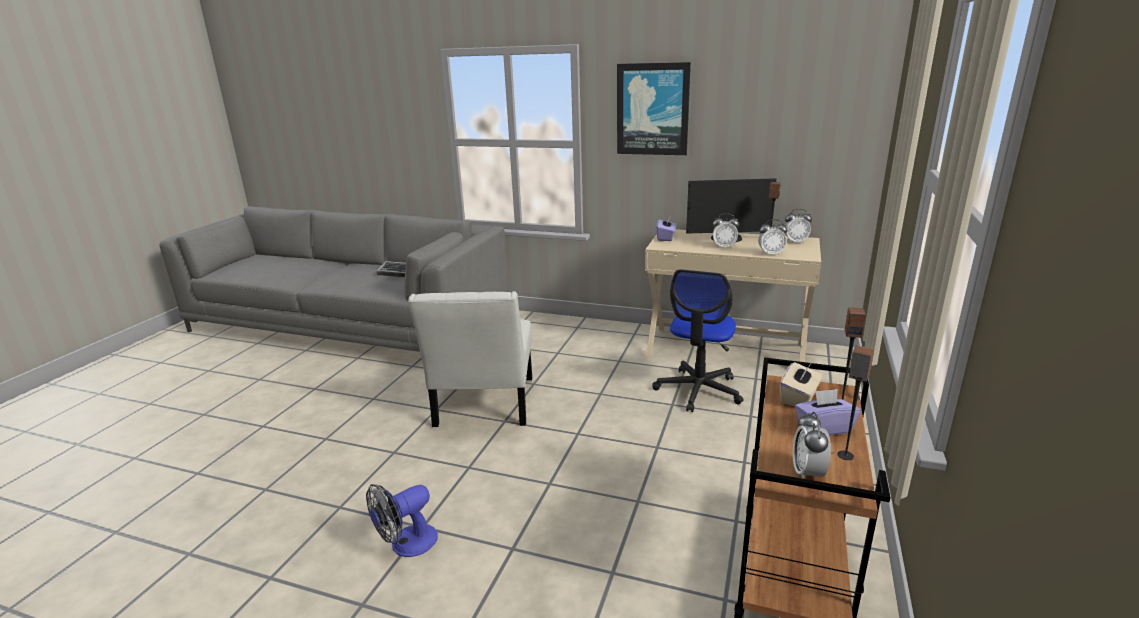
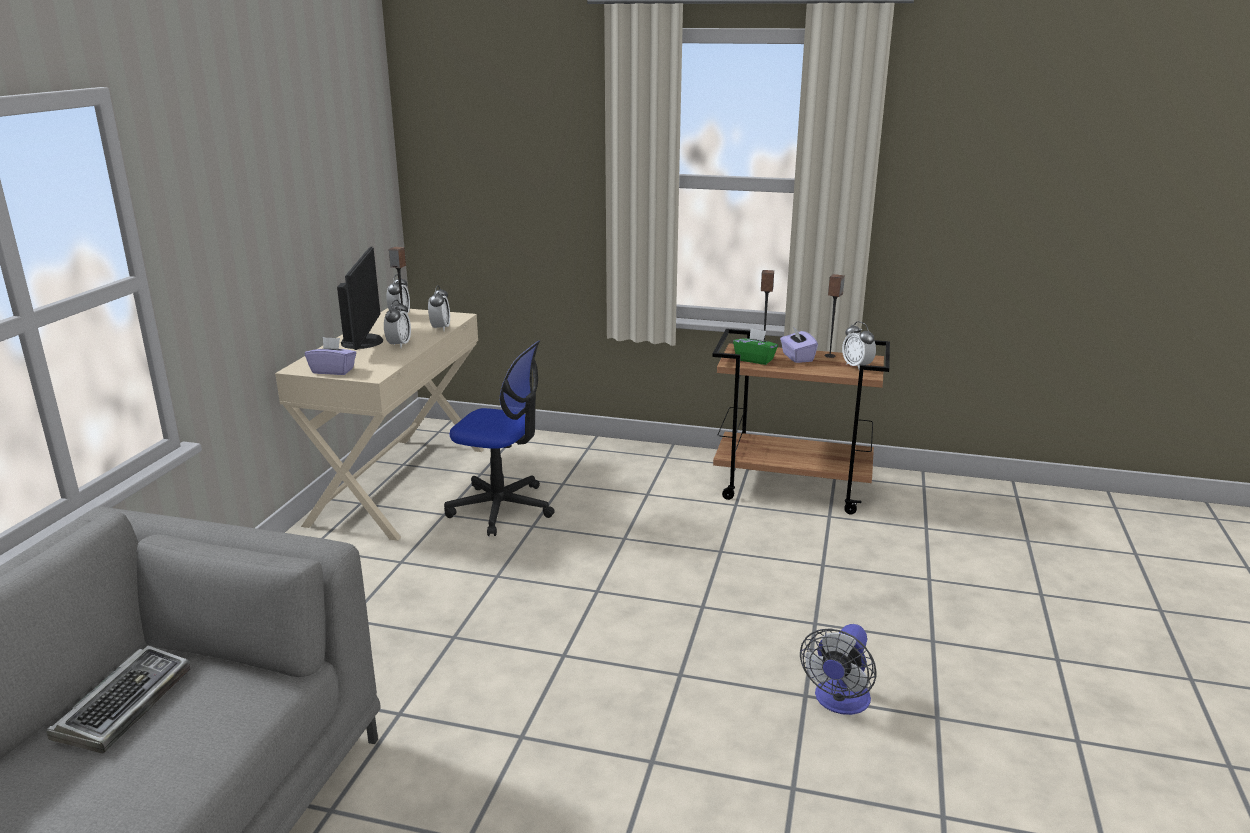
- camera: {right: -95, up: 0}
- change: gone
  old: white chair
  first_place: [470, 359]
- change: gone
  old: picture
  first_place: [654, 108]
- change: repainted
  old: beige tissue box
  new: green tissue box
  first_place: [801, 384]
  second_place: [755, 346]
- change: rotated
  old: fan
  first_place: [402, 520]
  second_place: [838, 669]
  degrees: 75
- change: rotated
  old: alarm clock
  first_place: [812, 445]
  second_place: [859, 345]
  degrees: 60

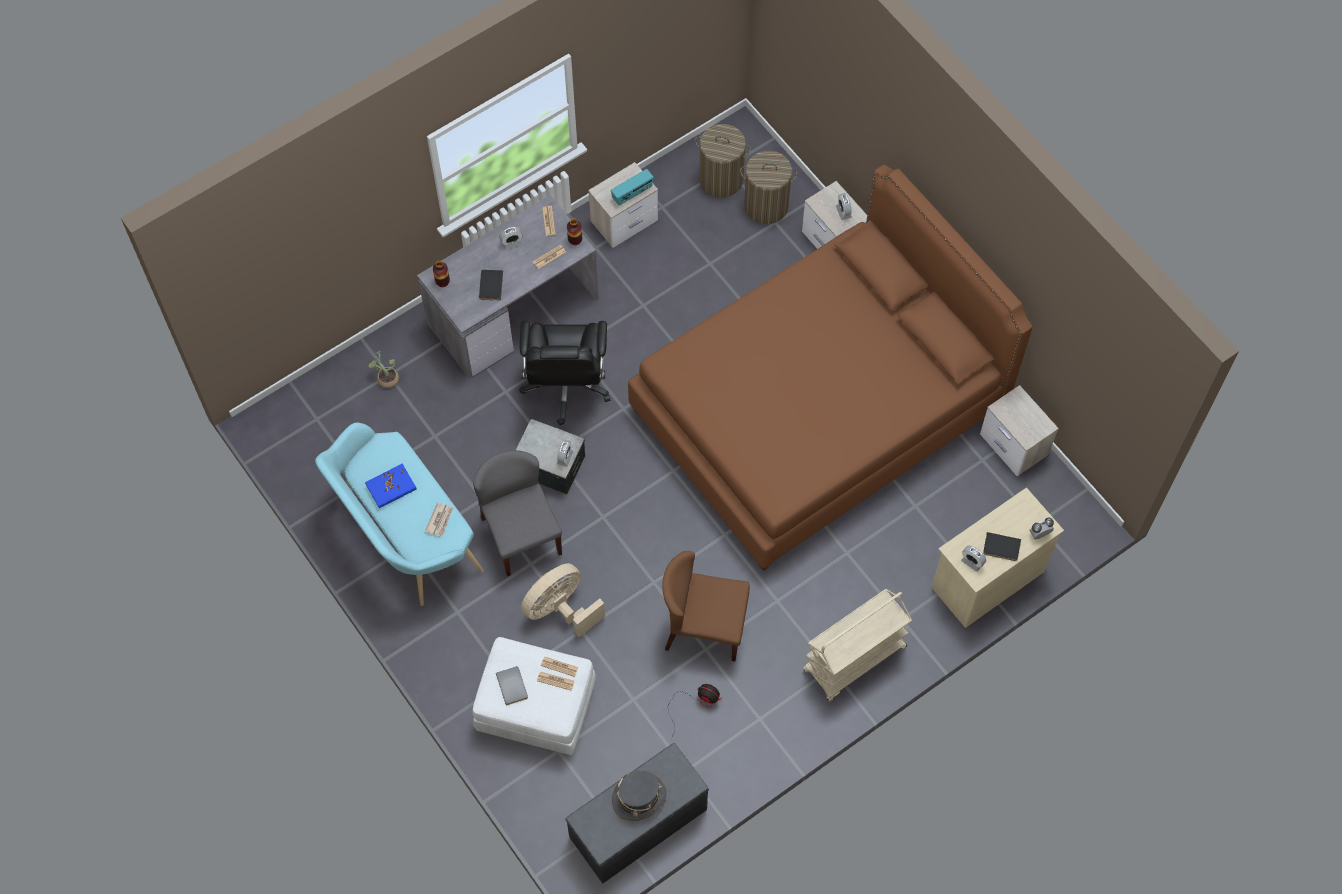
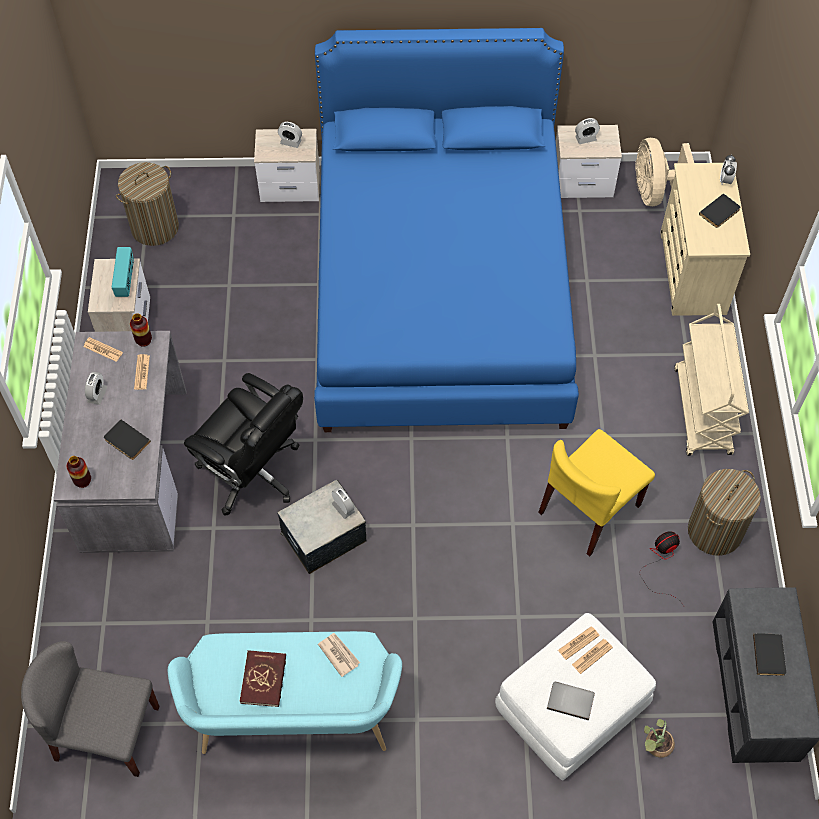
- camera: {right: -55, up: -5}
- change: shifted
  old: potted plant
  first_place: [383, 369]
  second_place: [659, 738]
- change: shifted
  old: grey chair
  first_place: [517, 513]
  second_place: [90, 709]
- change: shifted
  old: beige fan
  first_place: [563, 600]
  second_place: [664, 172]
- change: shifted
  old: laundry basket
  first_place: [768, 187]
  second_place: [724, 512]
- change: shifted
  old: alarm clock
  first_place: [973, 559]
  second_place: [587, 131]
- change: swapped
  old: grey hat
  new: black book
  first_place: [639, 795]
  second_place: [769, 654]
- change: repainted
  old: blue book
  new: red book
  first_place: [391, 485]
  second_place: [263, 678]
- change: repainted
  old: brown bed
  new: blue bed
  first_place: [830, 367]
  second_place: [446, 230]
- change: repainted
  old: brown chair
  new: yellow chair
  first_place: [706, 606]
  second_place: [596, 493]

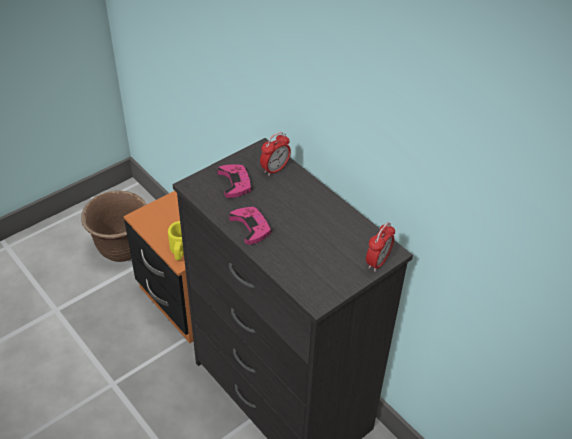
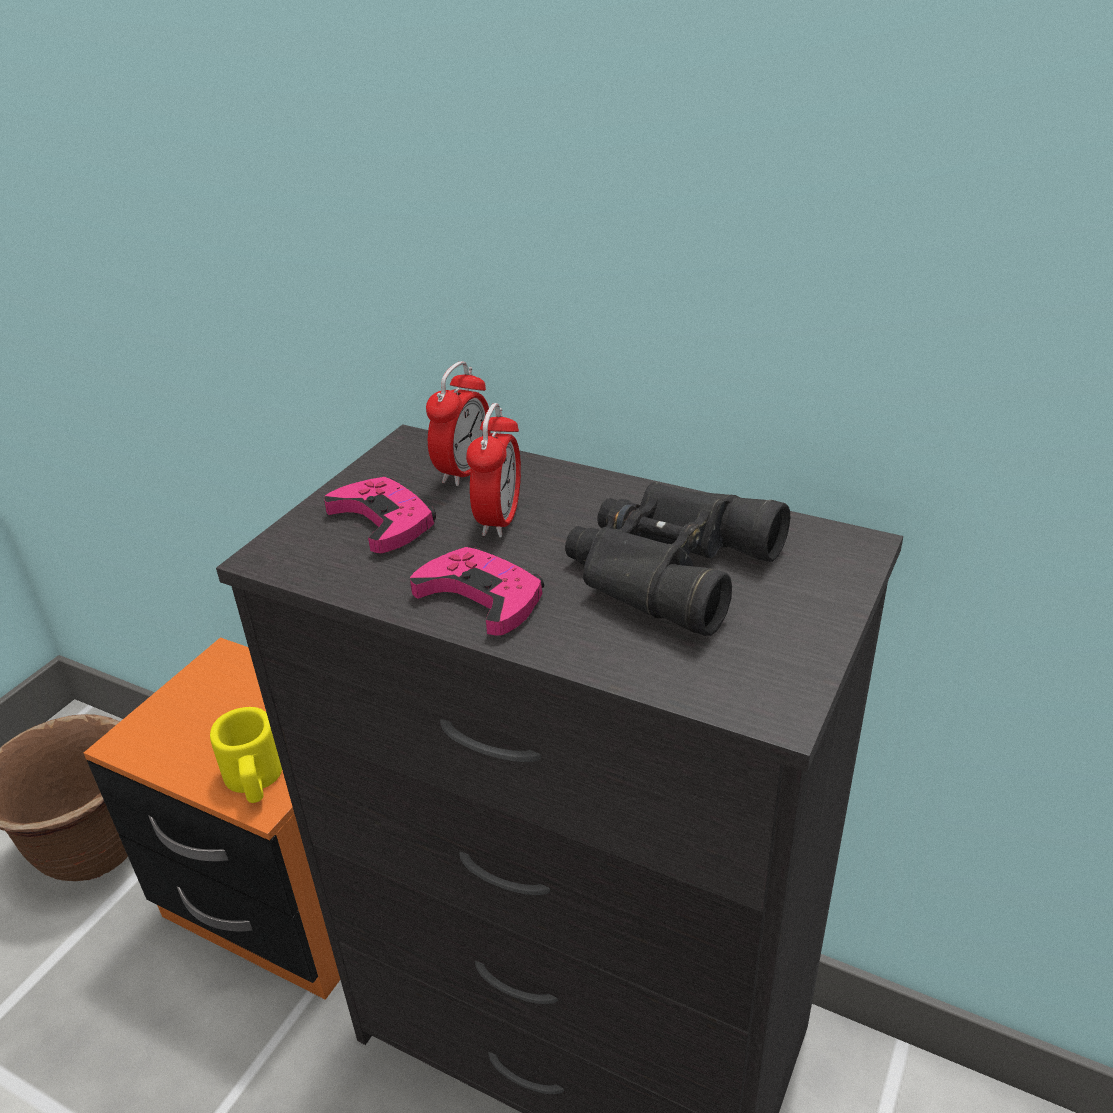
- camera: {right: -20, up: -10}
- change: new
  new: black binoculars
  second_place: [677, 559]
- change: shifted
  old: alarm clock
  first_place: [380, 247]
  second_place: [493, 470]

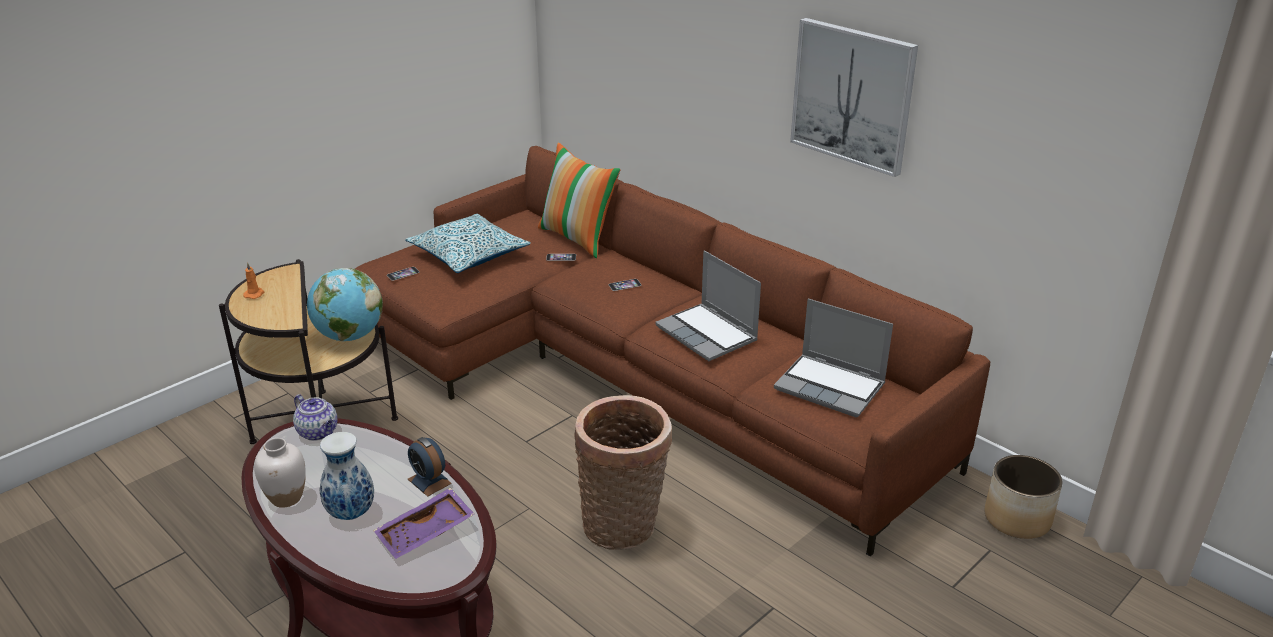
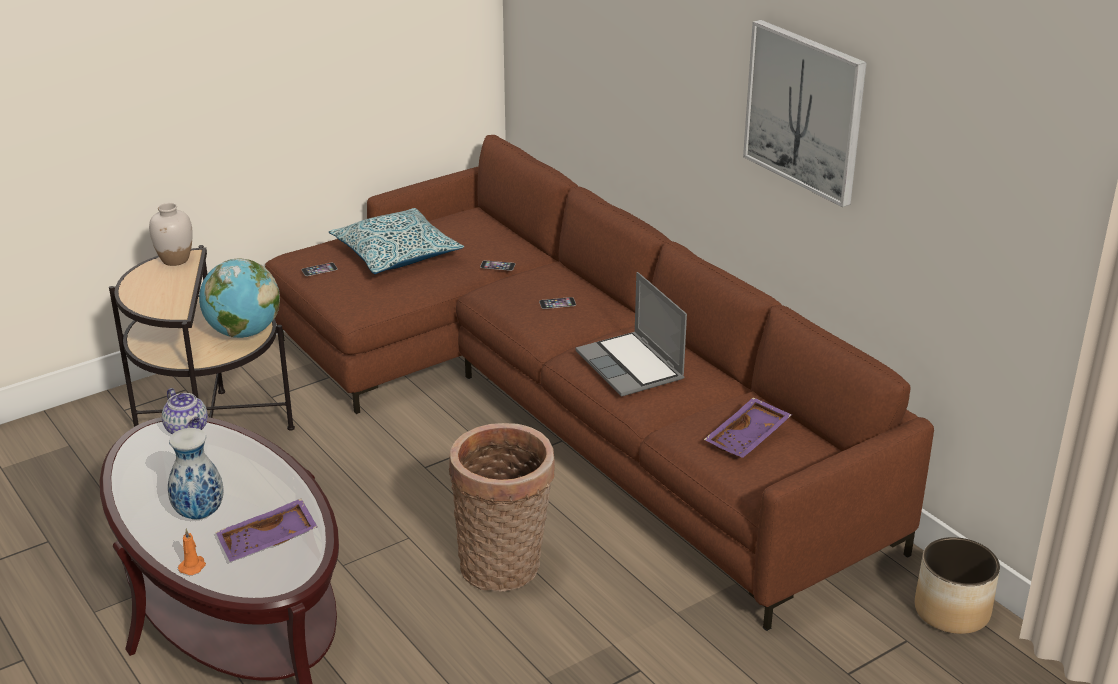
- camera: {right: 10, up: 0}
- change: gone
  old: alarm clock
  first_place: [430, 467]
- change: gone
  old: pillow
  first_place: [579, 200]
- change: shifted
  old: orange candle
  first_place: [254, 280]
  second_place: [192, 552]
- change: shifted
  old: white vase
  first_place: [280, 473]
  second_place: [171, 234]
- change: swapped
  old: laptop
  new: purple tray
  first_place: [833, 358]
  second_place: [748, 427]

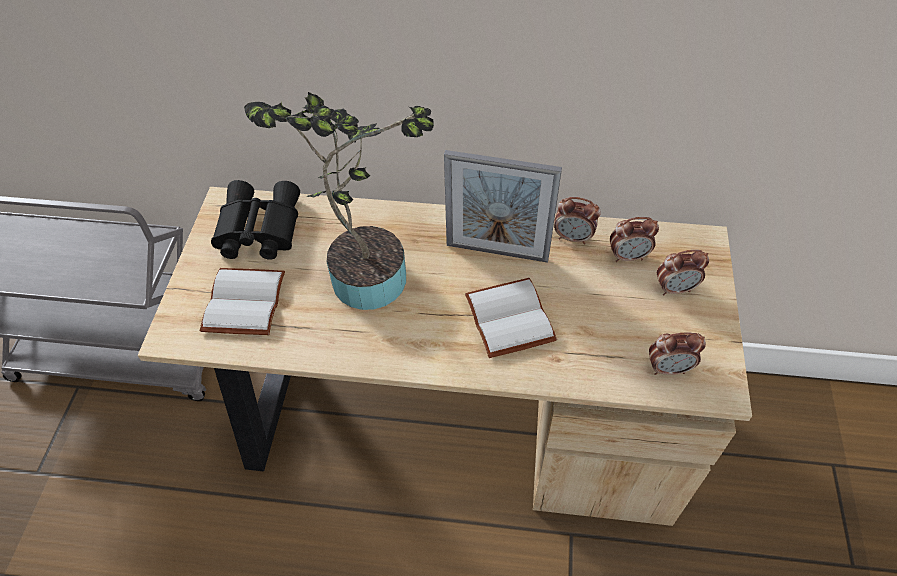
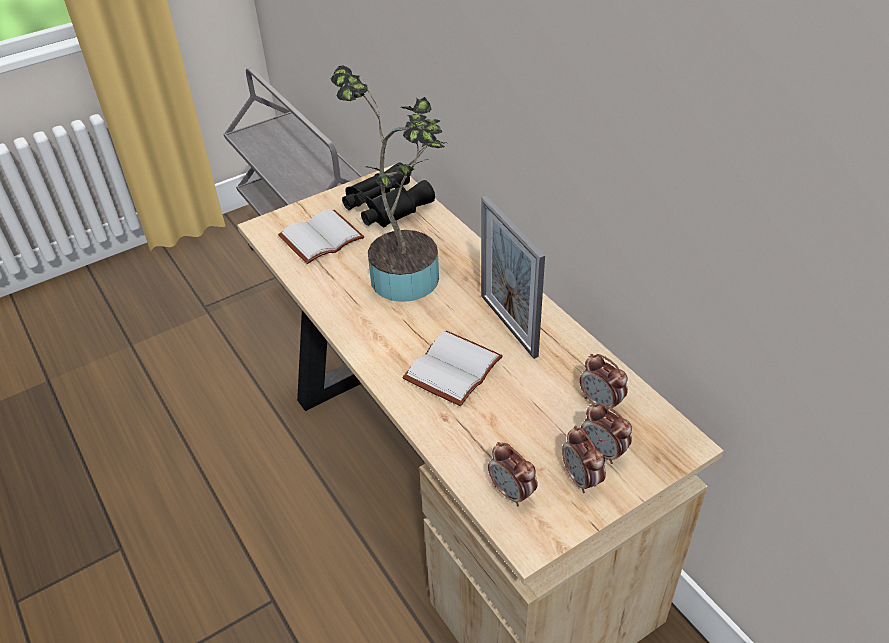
- camera: {right: 50, up: -10}
- change: shifted
  old: alarm clock
  first_place: [577, 220]
  second_place: [584, 459]

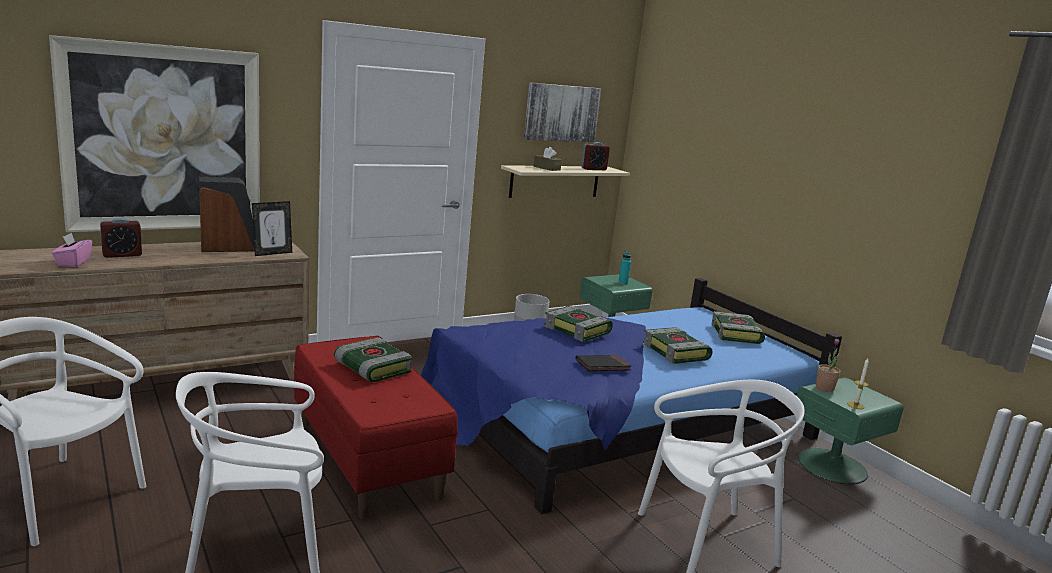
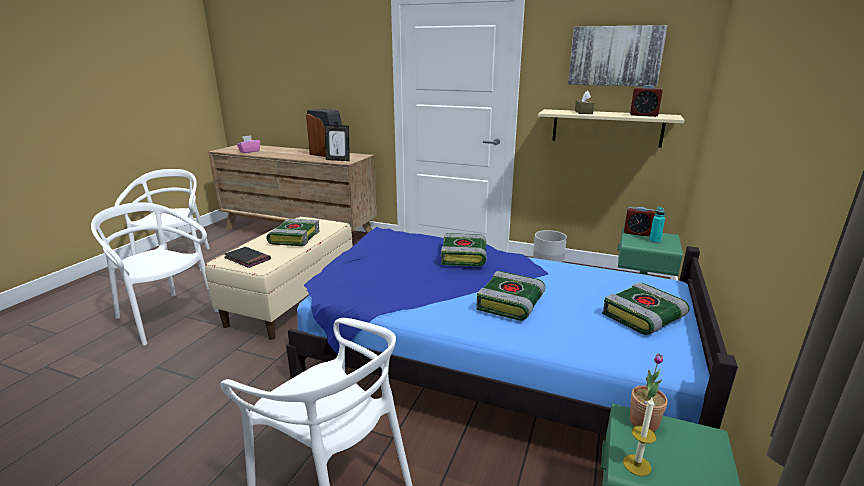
- camera: {right: 55, up: 5}
- change: gone
  old: picture
  first_place: [154, 133]
- change: shifted
  old: alarm clock
  first_place: [121, 238]
  second_place: [639, 221]
- change: shifted
  old: black book
  first_place: [603, 362]
  second_place: [247, 257]
- change: repainted
  old: red bench
  new: beige bench
  first_place: [376, 427]
  second_place: [278, 278]

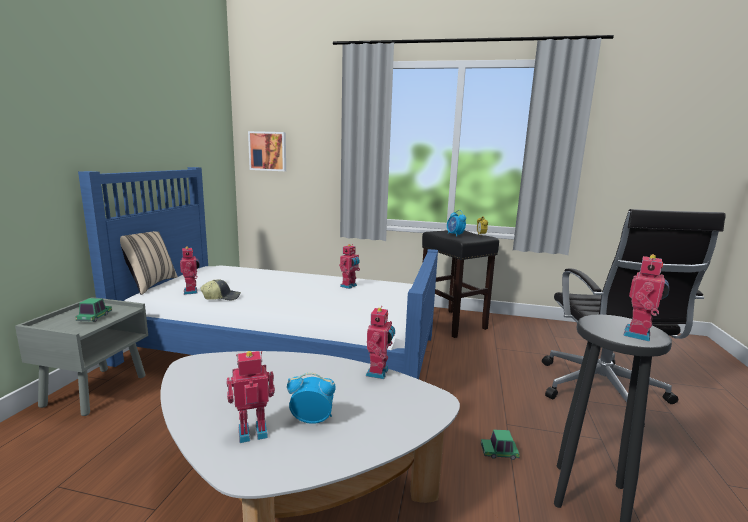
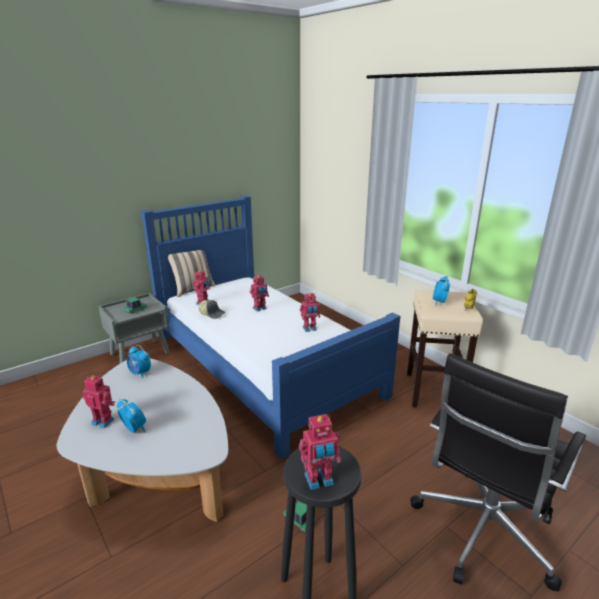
- camera: {right: 40, up: 10}
- change: gone
  old: picture
  first_place: [267, 151]
- change: new
  new: alarm clock
  second_place: [139, 361]
- change: shifted
  old: toy robot
  first_place: [380, 342]
  second_place: [259, 293]
- change: repainted
  old: black stool
  new: beige stool
  first_place: [460, 284]
  second_place: [445, 349]

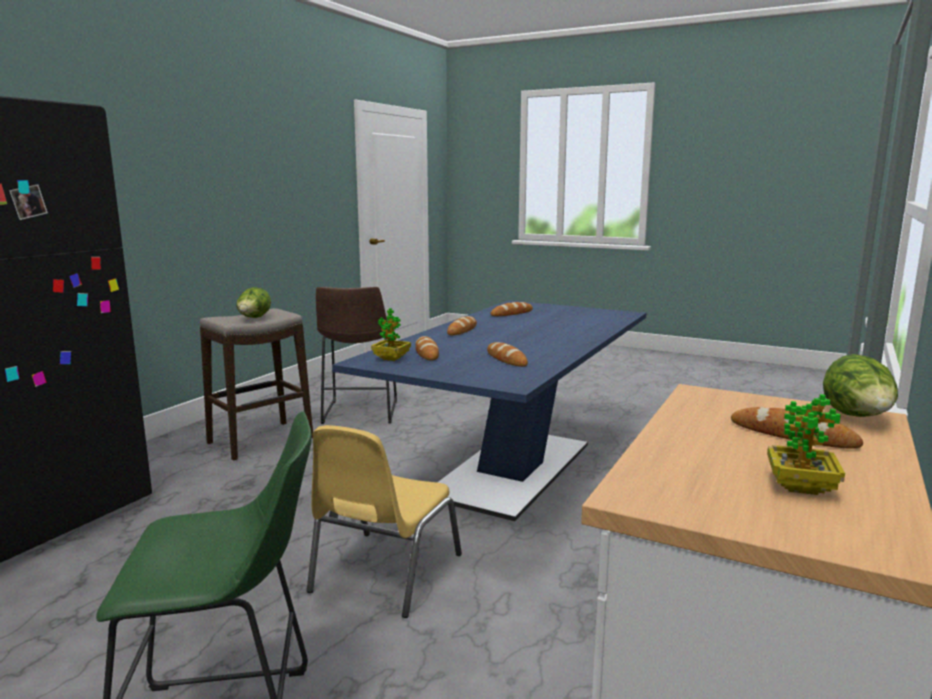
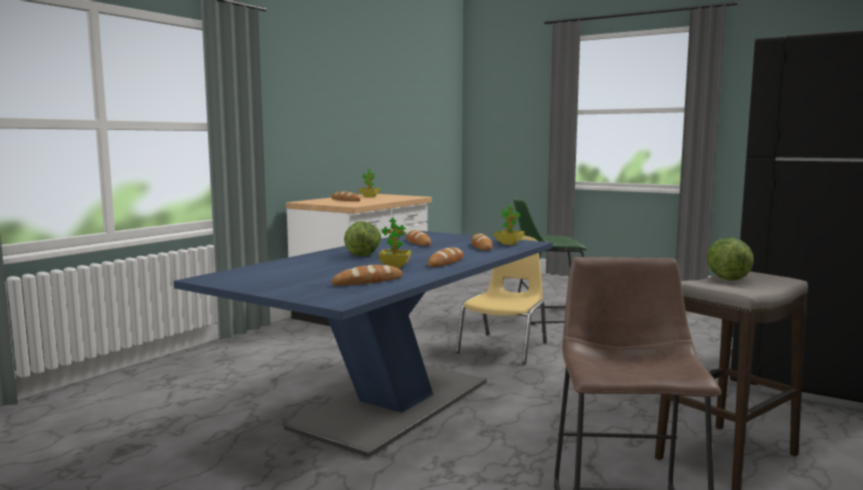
- camera: {right: -175, up: -5}
- change: new
  new: potted plant
  second_place: [395, 243]
- change: shifted
  old: lettuce
  first_place: [860, 385]
  second_place: [362, 238]

